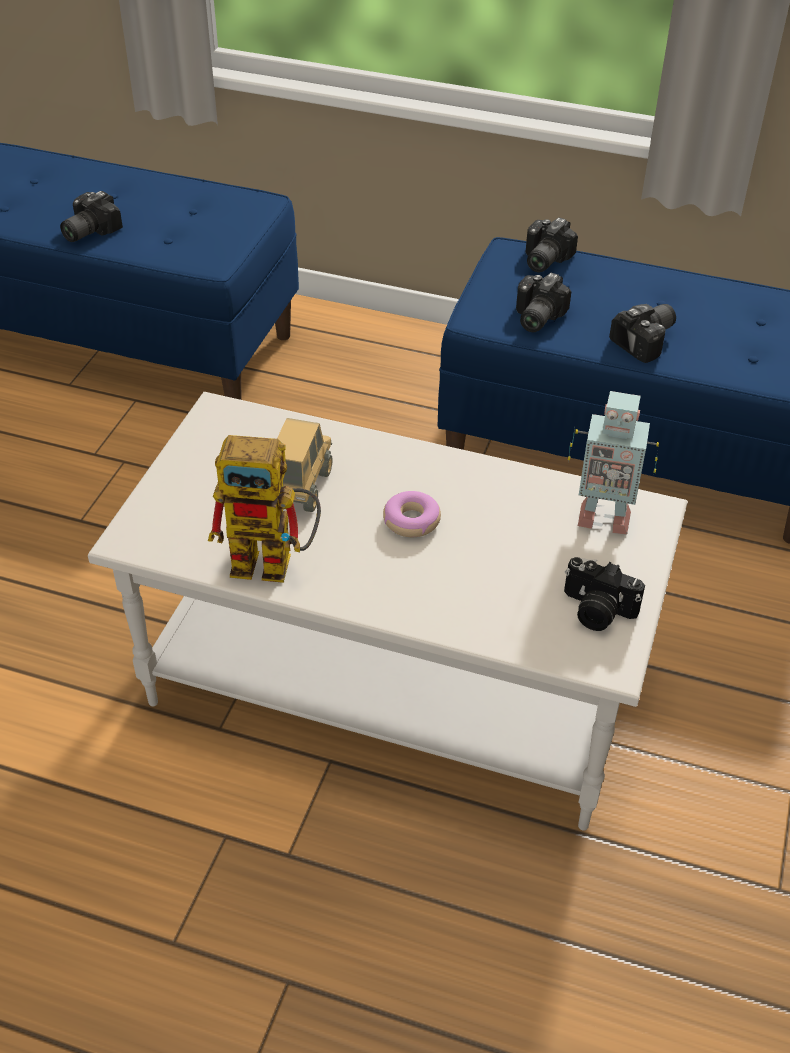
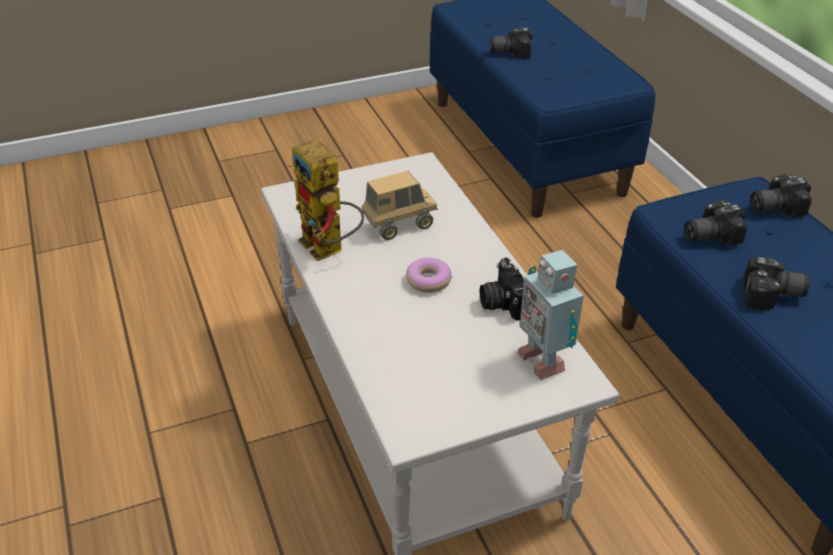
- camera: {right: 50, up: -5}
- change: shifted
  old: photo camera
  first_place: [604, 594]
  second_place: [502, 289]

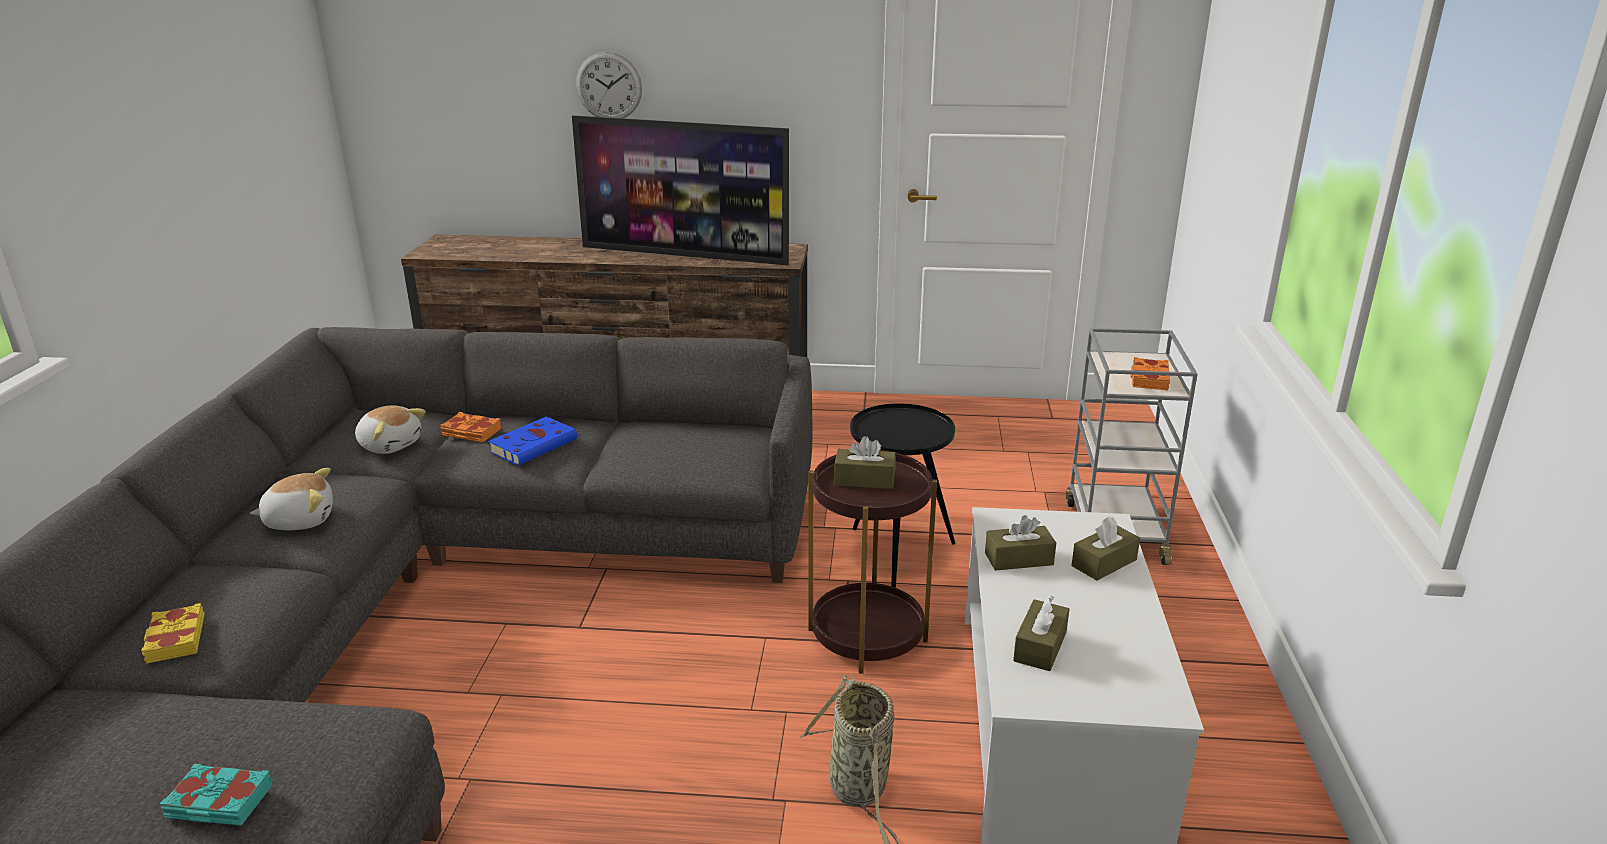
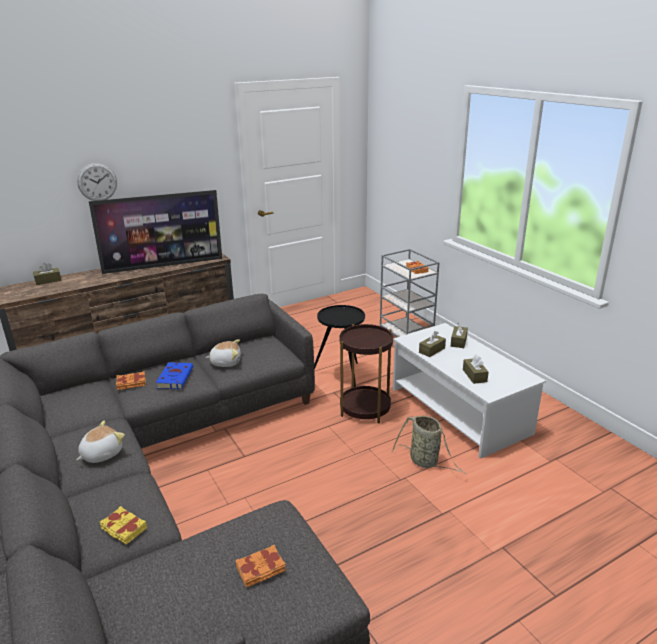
- camera: {right: -35, up: 0}
- change: shifted
  old: plush toy
  first_place: [390, 429]
  second_place: [223, 353]
- change: shifted
  old: brown tissue box
  first_place: [865, 462]
  second_place: [47, 274]
- change: repainted
  old: turquoise book
  new: orange book
  first_place: [216, 794]
  second_place: [261, 566]

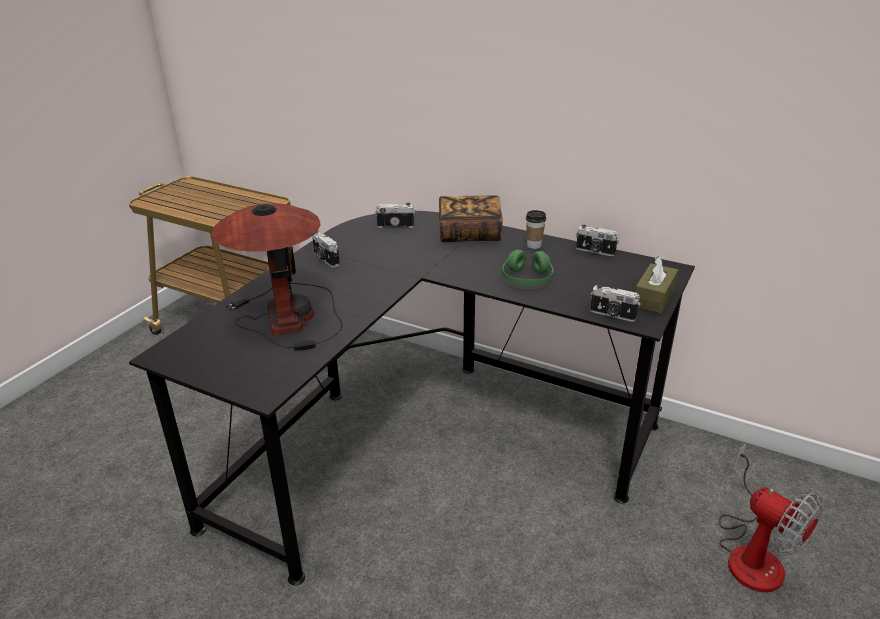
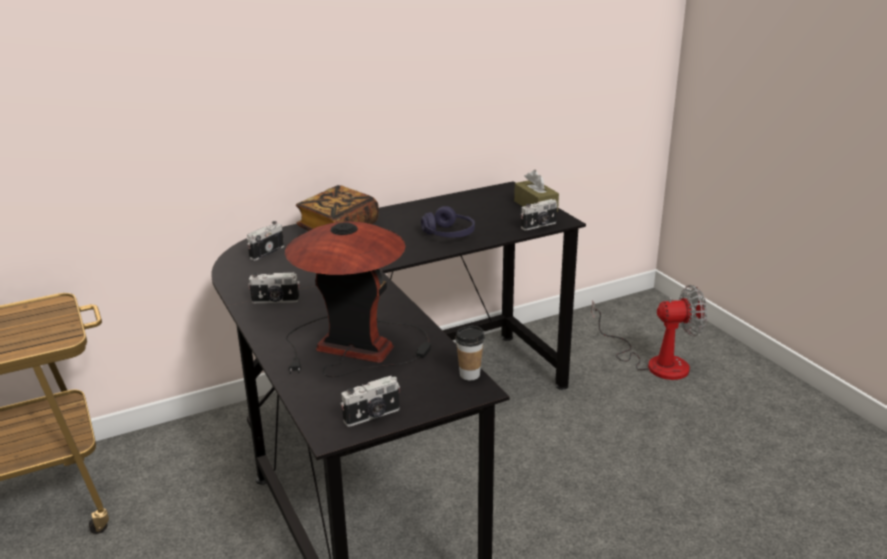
- camera: {right: -55, up: -5}
- change: shifted
  old: cup
  first_place: [536, 229]
  second_place: [470, 353]
- change: shifted
  old: photo camera
  first_place: [597, 240]
  second_place: [370, 401]
- change: repainted
  old: green headphones
  new: purple headphones
  first_place: [528, 268]
  second_place: [448, 222]

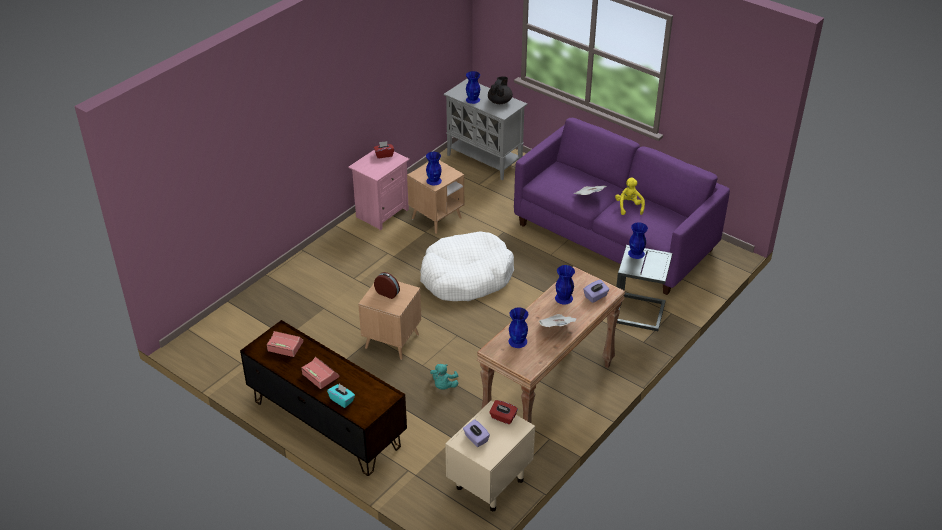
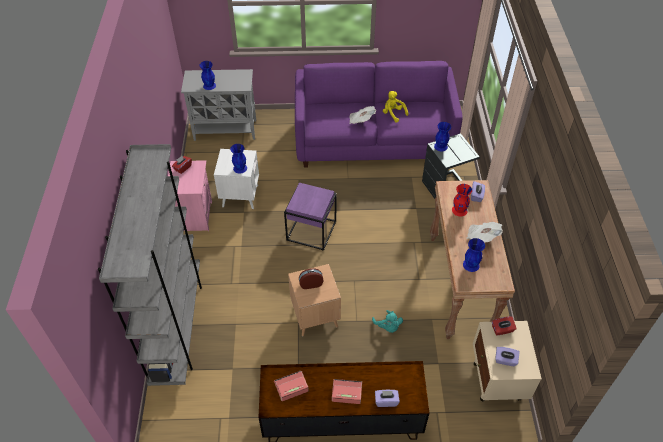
- camera: {right: -40, up: 10}
- change: gone
  old: black teapot
  first_place: [500, 90]
- change: new
  new: grey bookcase
  second_place: [150, 265]
- change: swapped
  old: white dog bed
  new: purple side table
  first_place: [467, 266]
  second_place: [310, 217]
- change: repainted
  old: turquoise tissue box
  new: purple tissue box
  first_place: [341, 396]
  second_place: [387, 398]
- change: repainted
  old: brown side table
  new: white side table
  first_place: [435, 197]
  second_place: [236, 179]
- change: repainted
  old: blue vase
  new: red vase
  first_place: [565, 285]
  second_place: [462, 200]

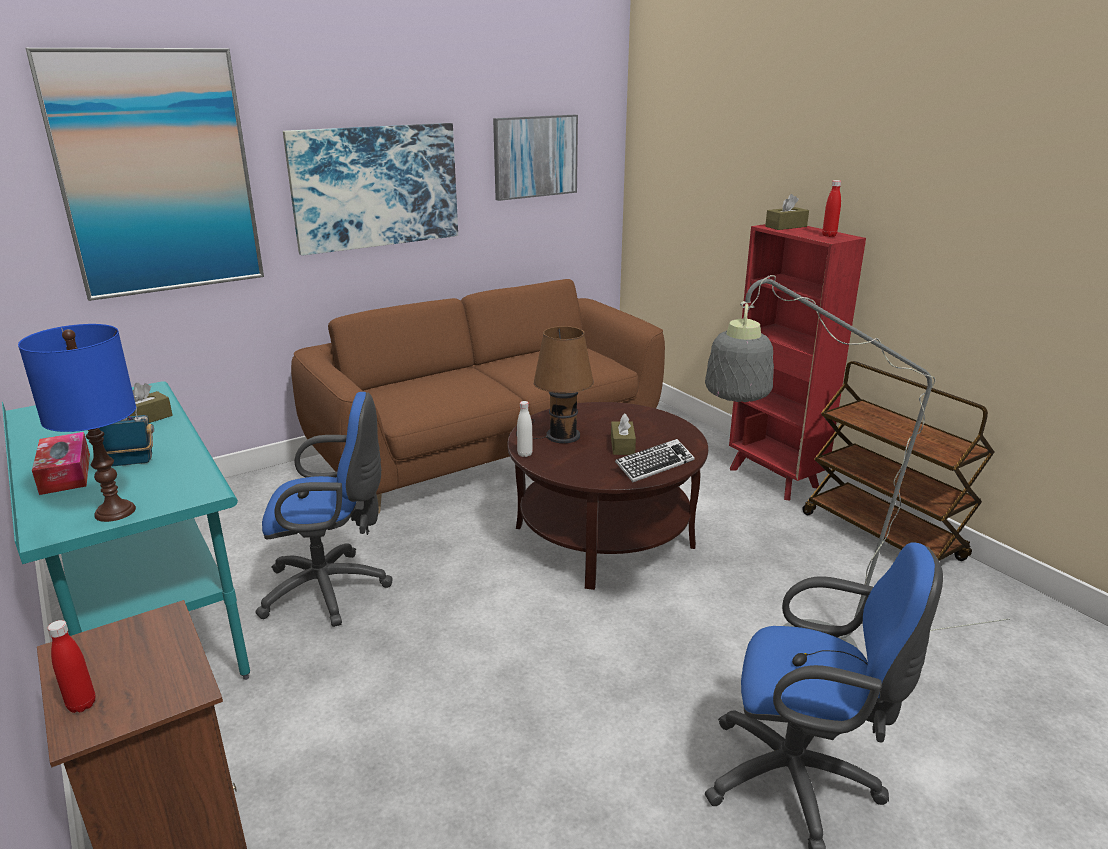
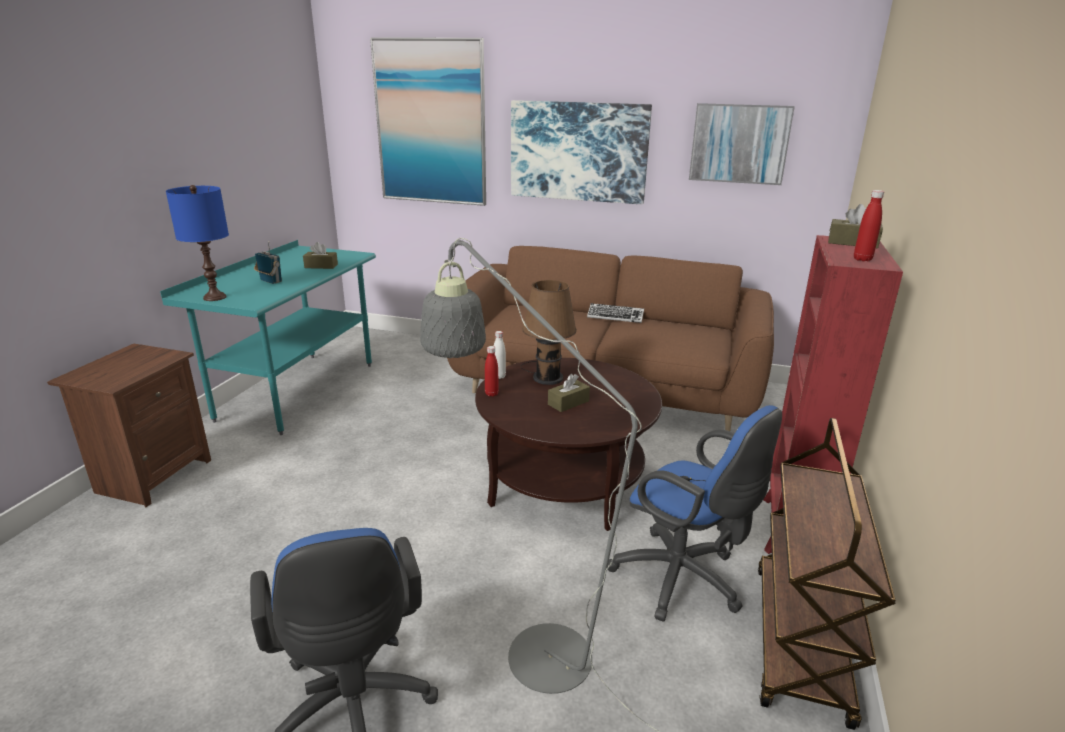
- camera: {right: 50, up: 0}
- change: gone
  old: tissue box
  first_place: [61, 463]
- change: shifted
  old: red bottle
  first_place: [71, 666]
  second_place: [492, 371]
- change: shifted
  old: blue office chair
  first_place: [324, 509]
  second_place: [694, 513]
- change: shifted
  old: keyboard
  first_place: [655, 460]
  second_place: [615, 313]

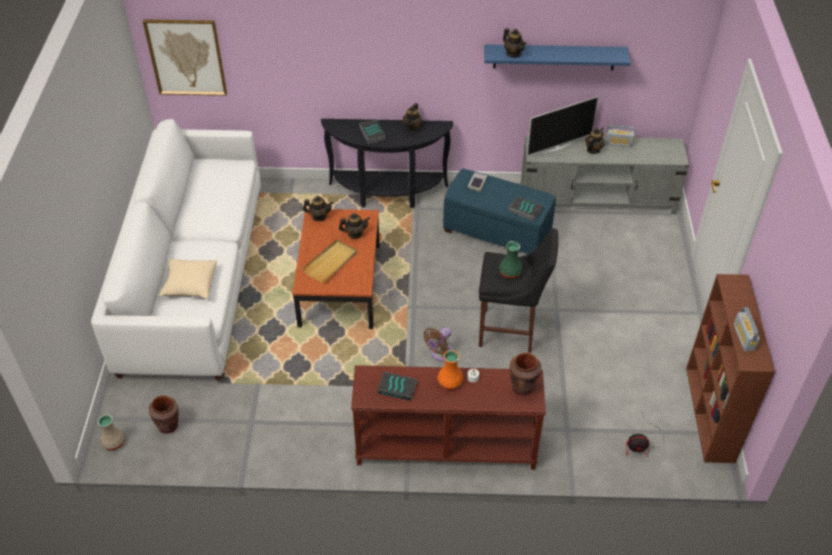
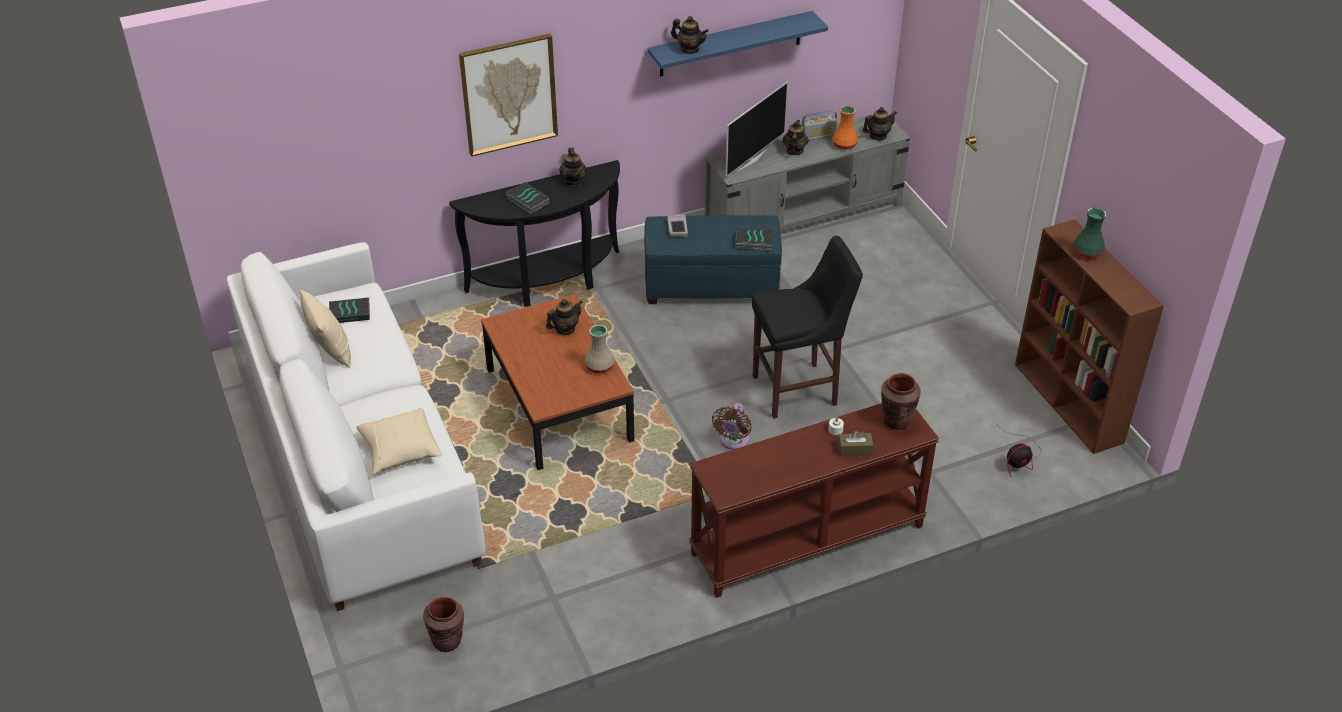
- camera: {right: -25, up: -5}
- change: gone
  old: beige tray
  first_place: [329, 261]
- change: gone
  old: radio
  first_place: [747, 329]
- change: new
  new: beige pillow
  second_place: [325, 328]
- change: new
  new: brown tissue box
  second_place: [856, 443]
- change: shifted
  old: beige vase
  first_place: [111, 432]
  second_place: [600, 349]
- change: shifted
  old: picture
  first_place: [185, 57]
  second_place: [508, 95]
- change: shifted
  old: teapot
  first_place: [318, 208]
  second_place: [879, 123]
- change: shifted
  old: book
  first_place: [398, 386]
  second_place: [349, 310]
- change: shifted
  old: orange vase
  first_place: [450, 370]
  second_place: [845, 128]
- change: shifted
  old: green vase
  first_place: [511, 259]
  second_place: [1089, 233]

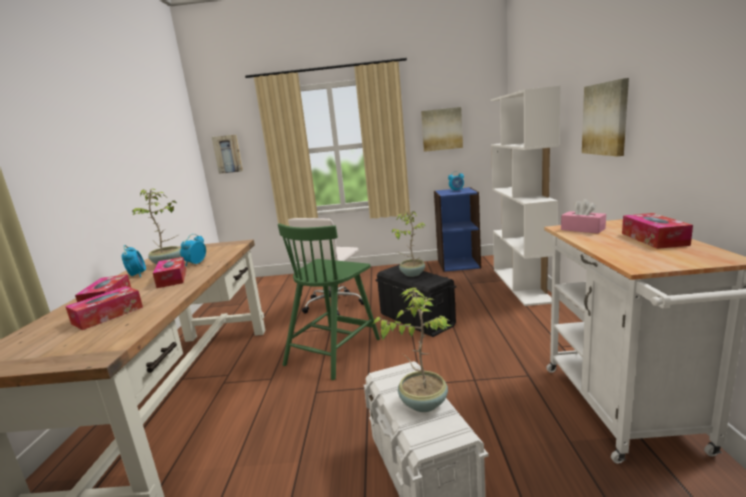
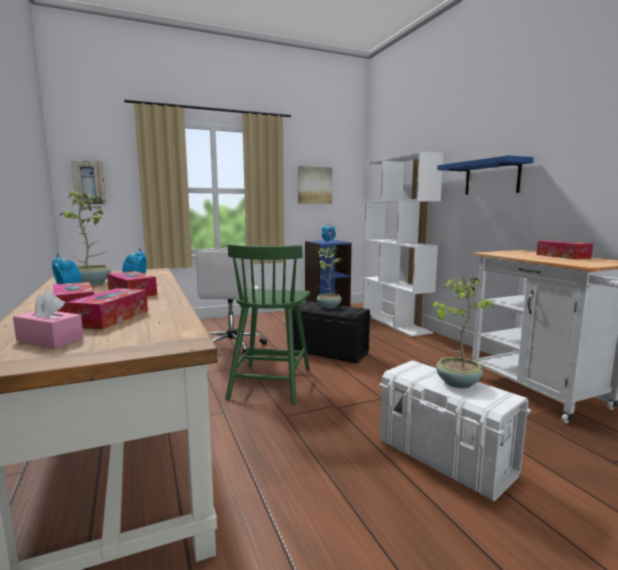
- camera: {right: -25, up: -5}
- change: shifted
  old: pink tissue box
  first_place: [583, 216]
  second_place: [48, 319]
- change: swapped
  old: picture
  new: blue shelf
  first_place: [605, 117]
  second_place: [485, 175]

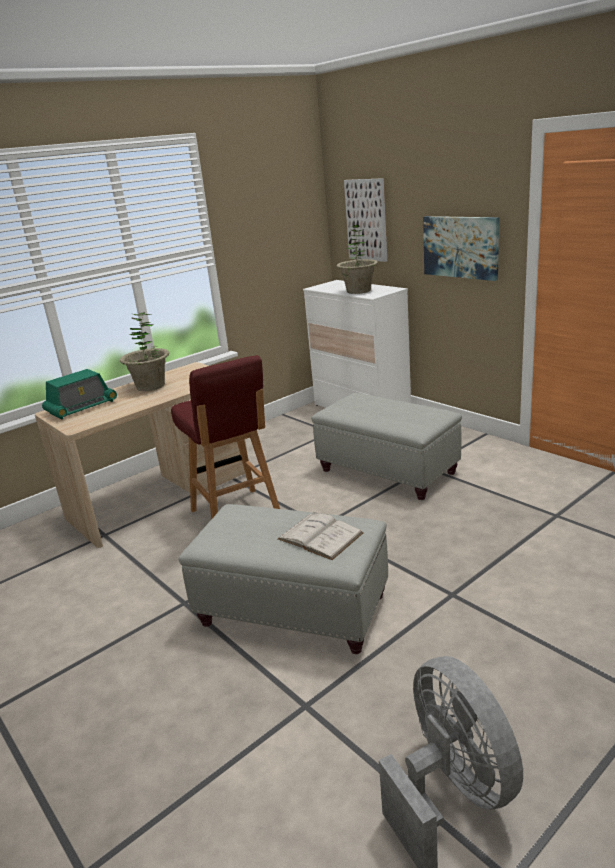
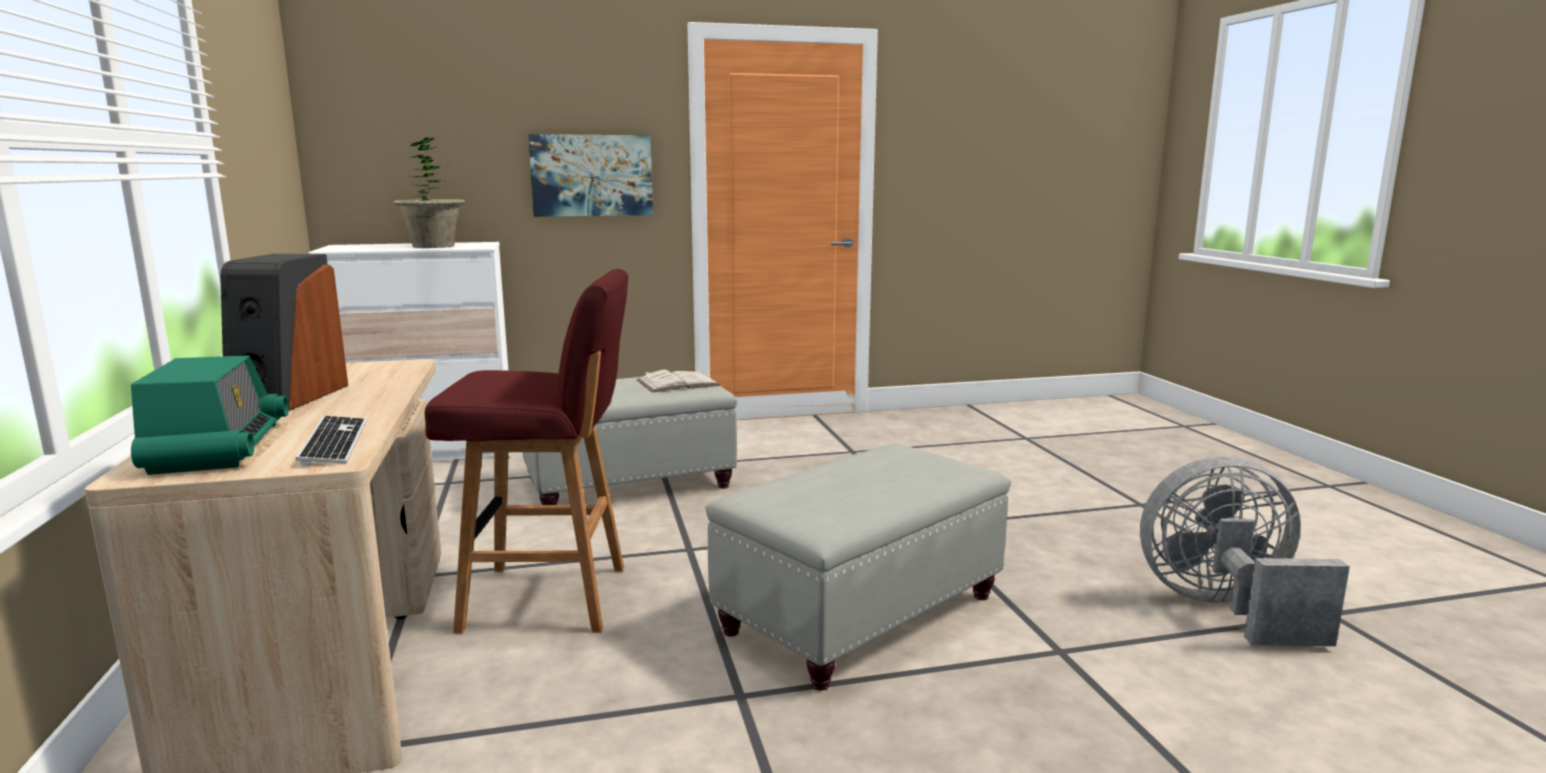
- camera: {right: -65, up: -10}
- change: gone
  old: picture
  first_place: [365, 220]
- change: new
  new: keyboard
  second_place: [331, 441]
- change: shifted
  old: white book
  first_place: [321, 536]
  second_place: [679, 381]
- change: swapped
  old: potted plant
  new: speaker
  first_place: [144, 351]
  second_place: [284, 332]

